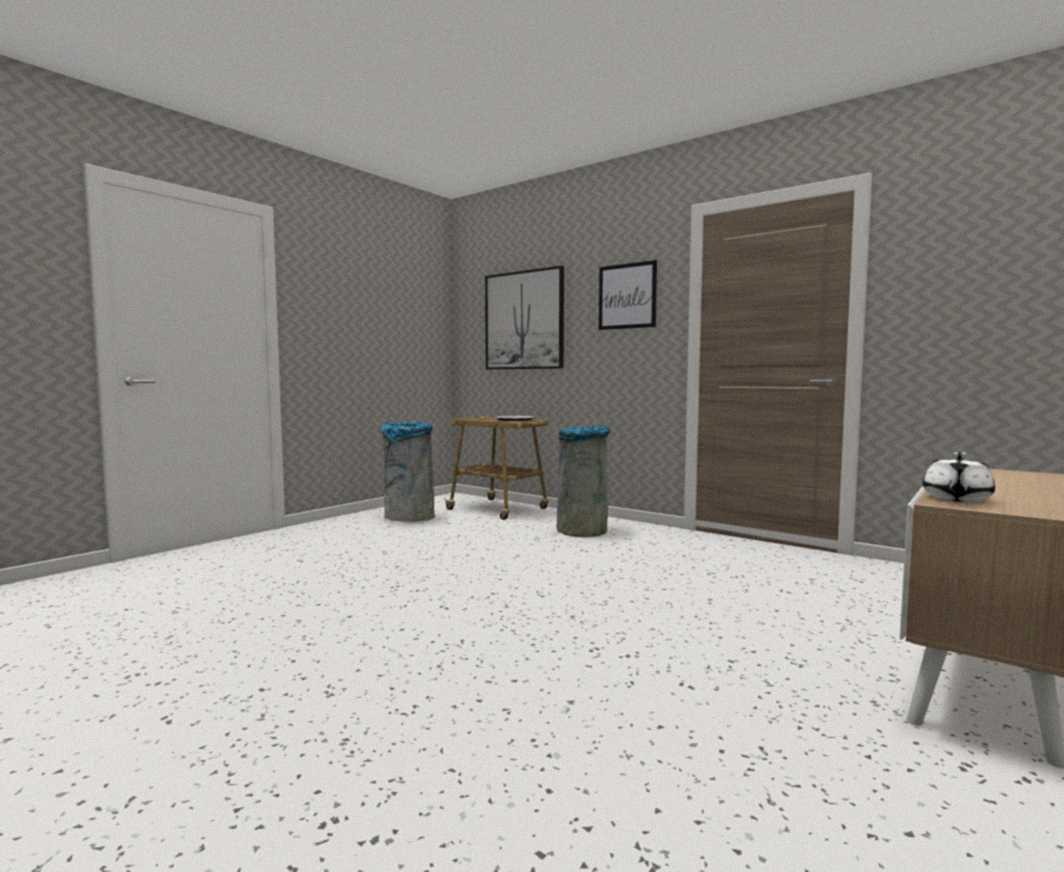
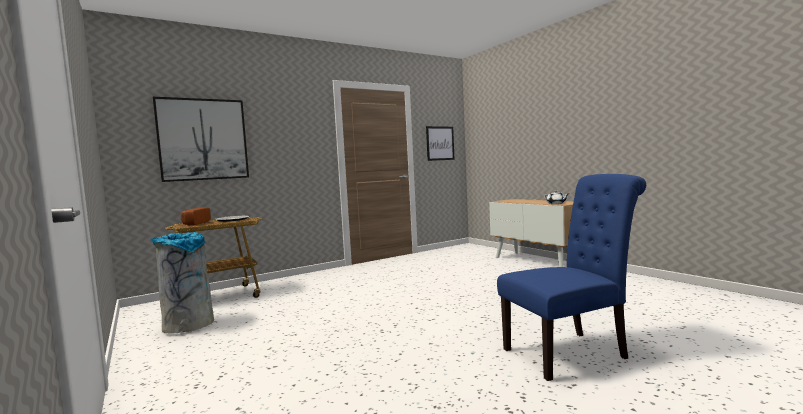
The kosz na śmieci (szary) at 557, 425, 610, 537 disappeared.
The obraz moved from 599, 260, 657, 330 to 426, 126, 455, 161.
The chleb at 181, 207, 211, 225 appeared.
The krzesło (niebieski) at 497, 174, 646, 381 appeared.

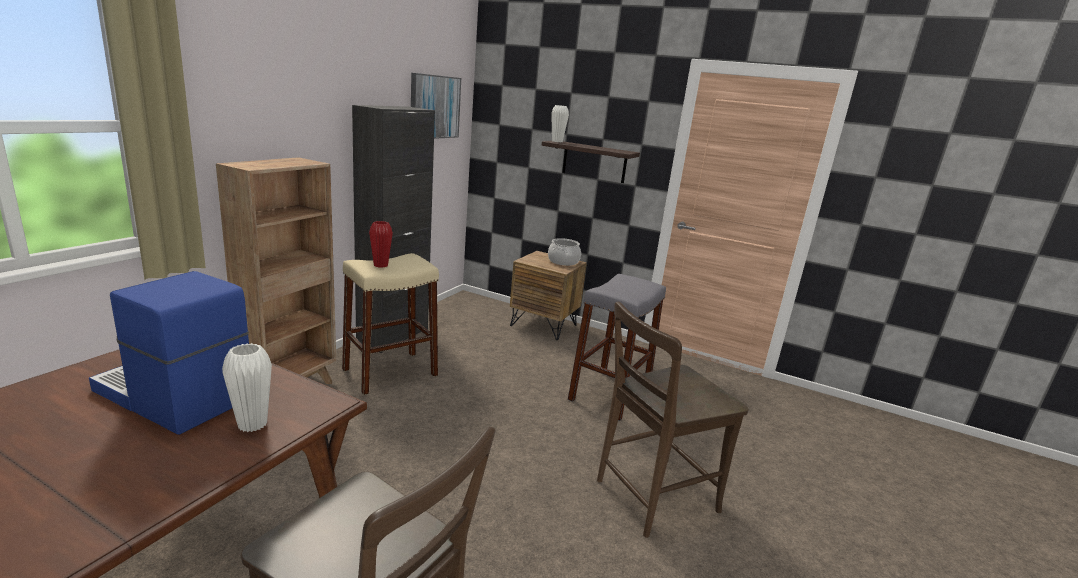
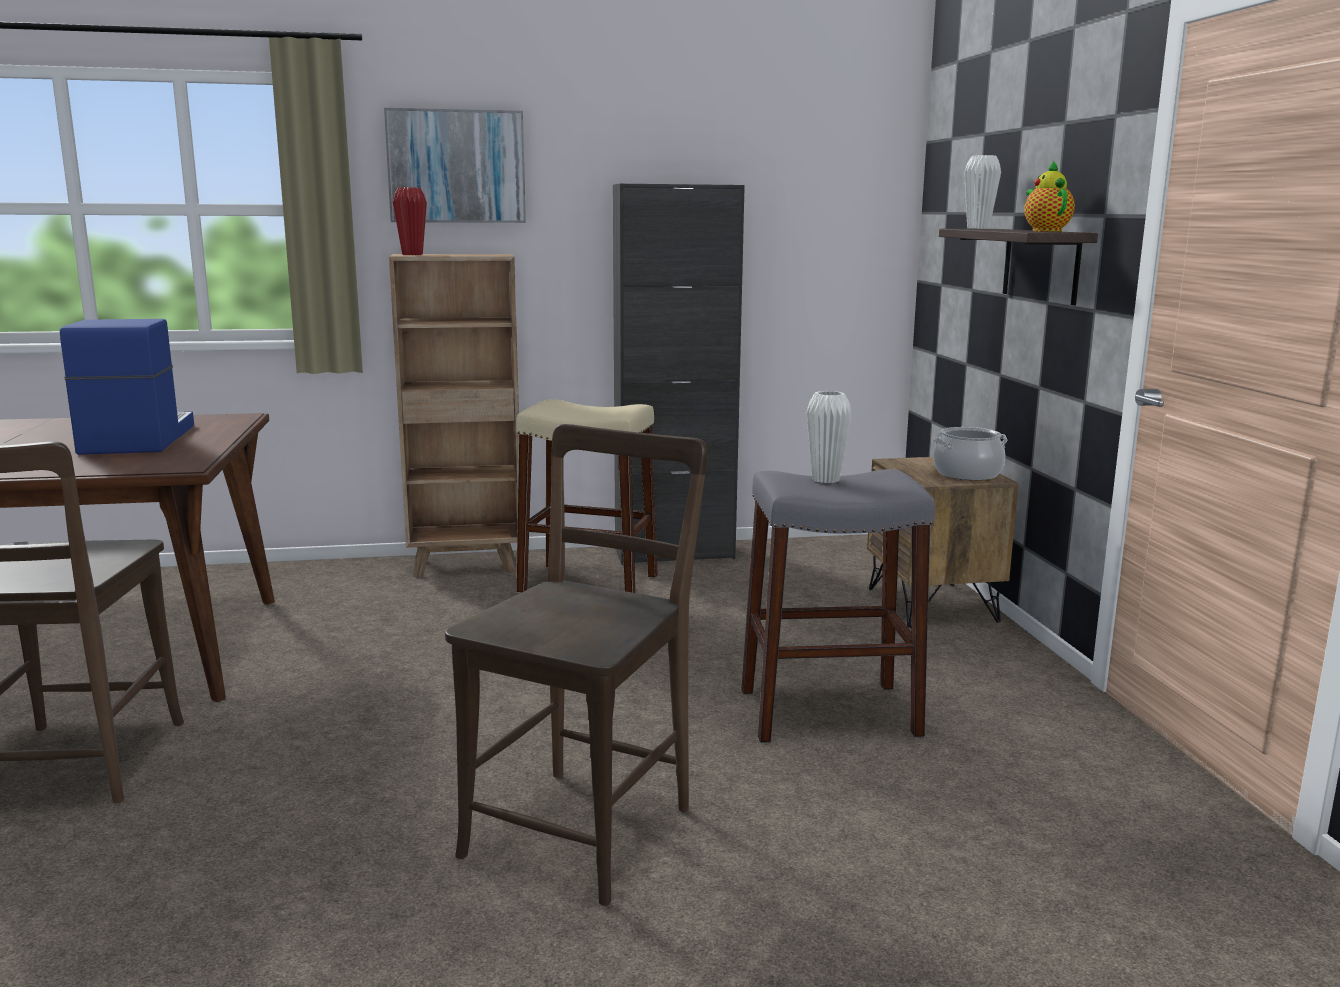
The wazon (biały) moved from 222, 343, 272, 432 to 807, 391, 852, 483.
The wazon (czerwony) moved from 369, 221, 393, 268 to 393, 187, 427, 255.
The obraz moved from 411, 73, 461, 139 to 384, 108, 526, 223.
The krzesło (brązowy) at 597, 302, 749, 538 turned 90 degrees clockwise.
The imbryk at 1024, 160, 1075, 232 appeared.

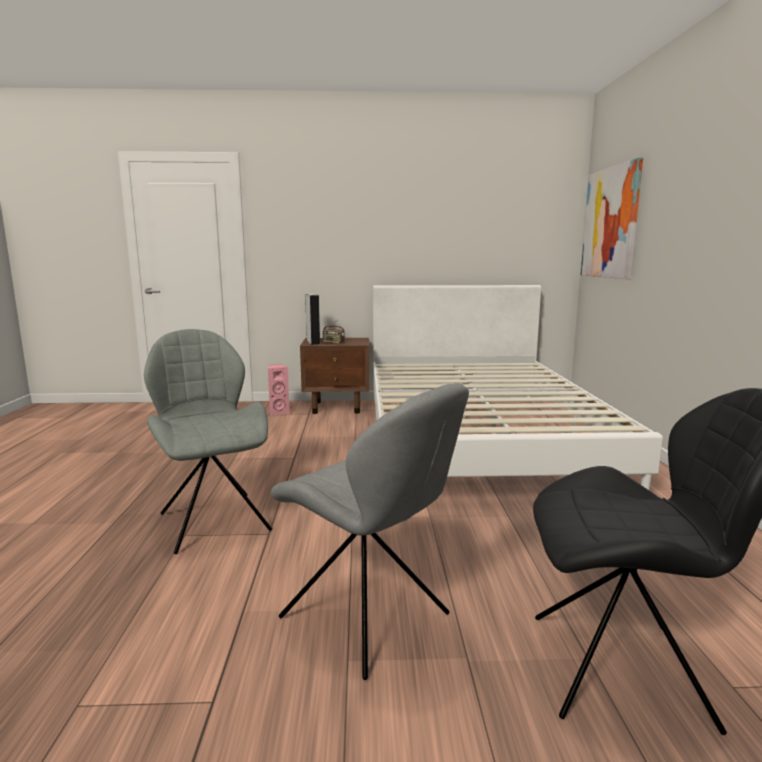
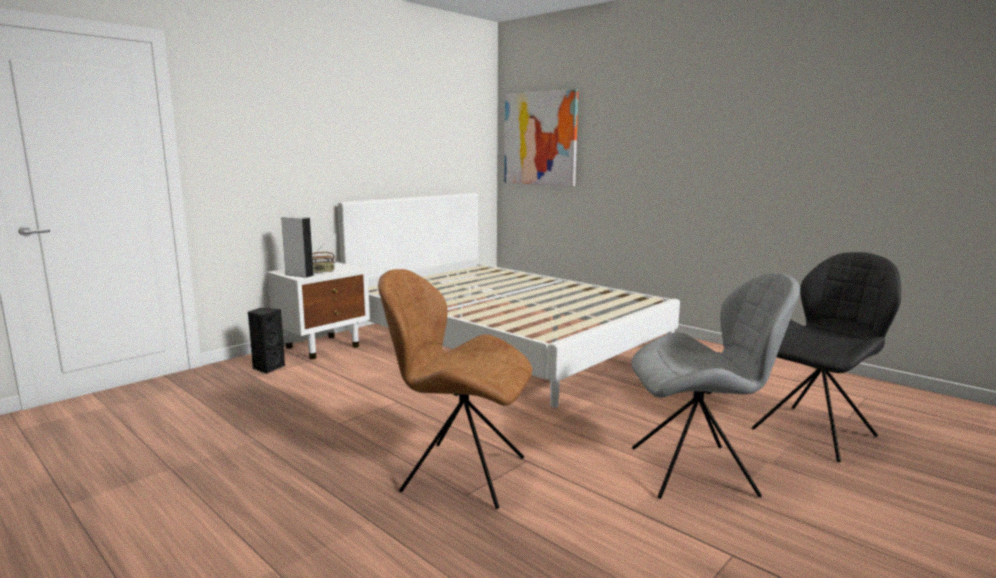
The krzesło (szary) at 144, 329, 272, 554 became the krzesło (brązowy) at 378, 269, 532, 509.
The głośnik (różowy) at 268, 364, 290, 415 became the głośnik (czarny) at 248, 308, 285, 374.
The szafka nocna (brązowy) at 300, 338, 369, 414 became the szafka nocna (biały) at 267, 262, 370, 359.

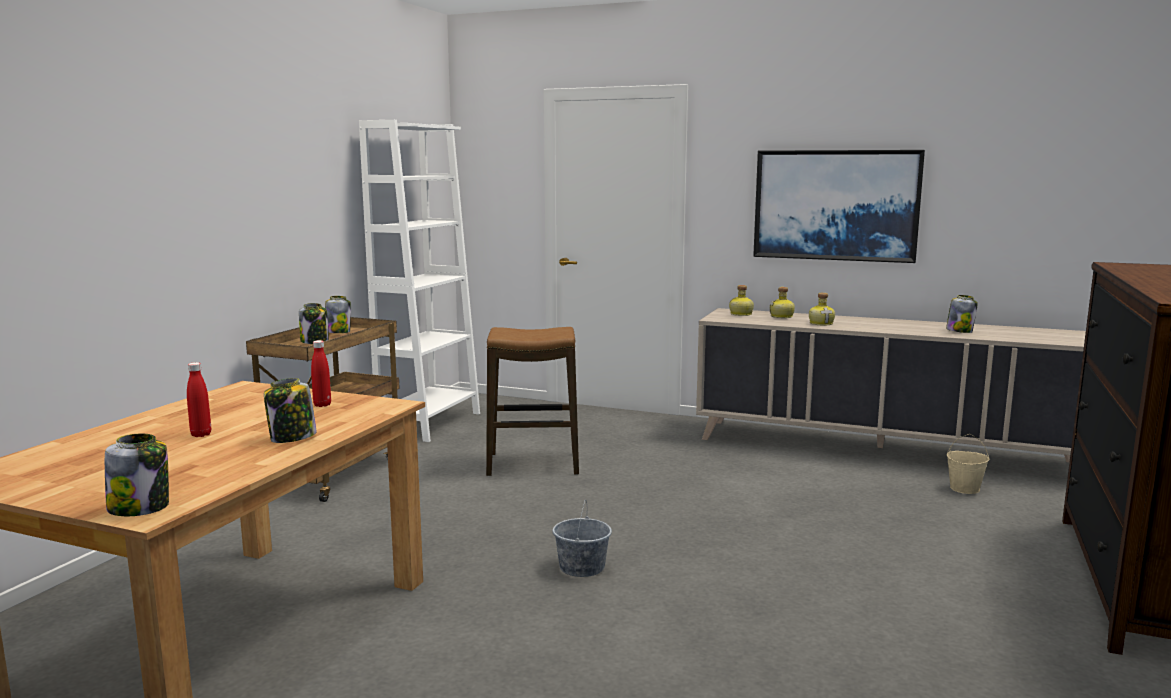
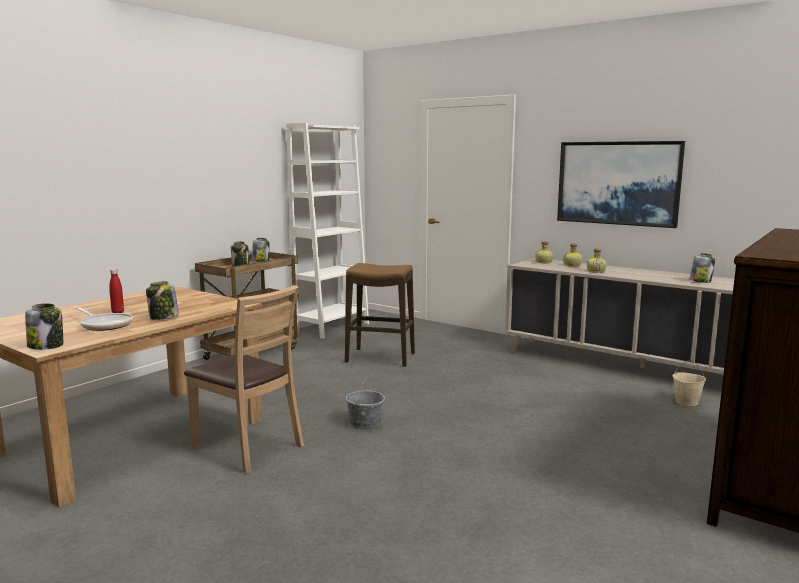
The butelka (czerwony) at 311, 340, 331, 407 disappeared.
The patelnia at 73, 306, 133, 331 appeared.
The krzesło (brązowy) at 184, 285, 304, 474 appeared.

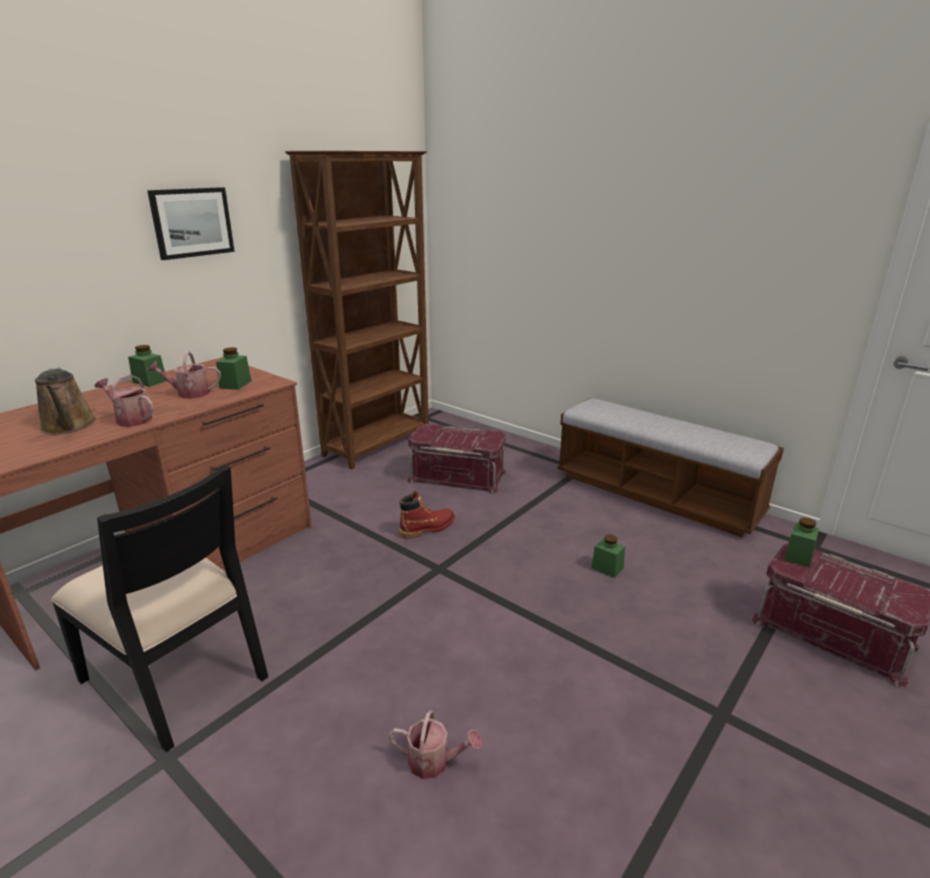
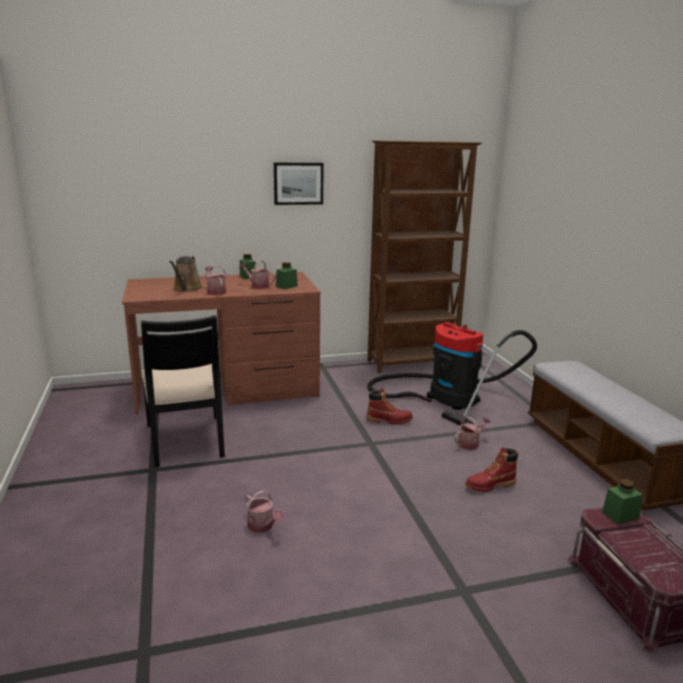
The pojemnik do przechowywania (czerwony) at 407, 424, 507, 494 was replaced by the odkurzacz at 367, 322, 537, 427.
The słoik (zielony) at 591, 534, 625, 578 was replaced by the but z cholewką (czerwony) at 465, 447, 518, 492.
The konewka at 455, 417, 490, 450 appeared.

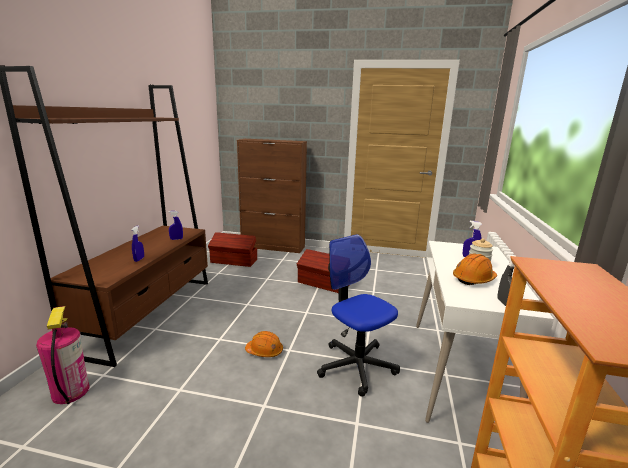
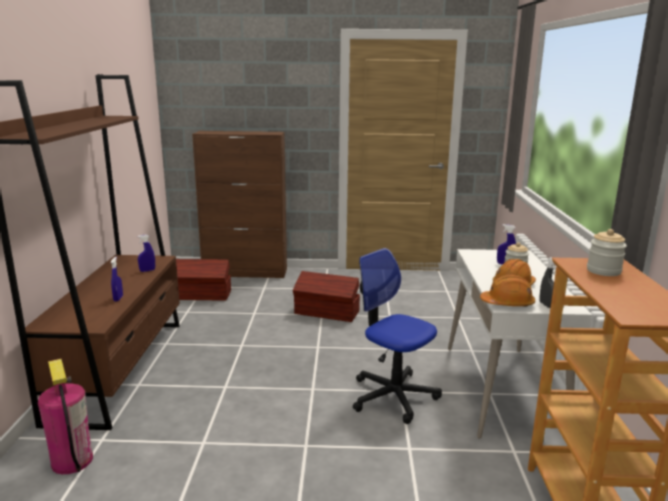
The kask (pomarańczowy) moved from 245, 331, 283, 357 to 480, 274, 535, 306.
The słoik at 587, 229, 627, 276 appeared.

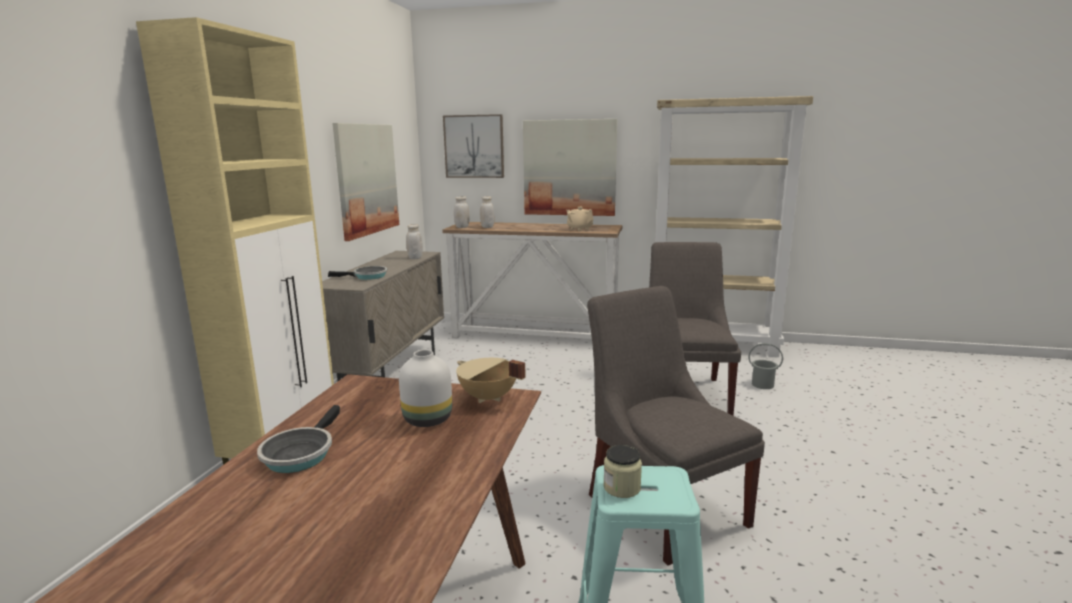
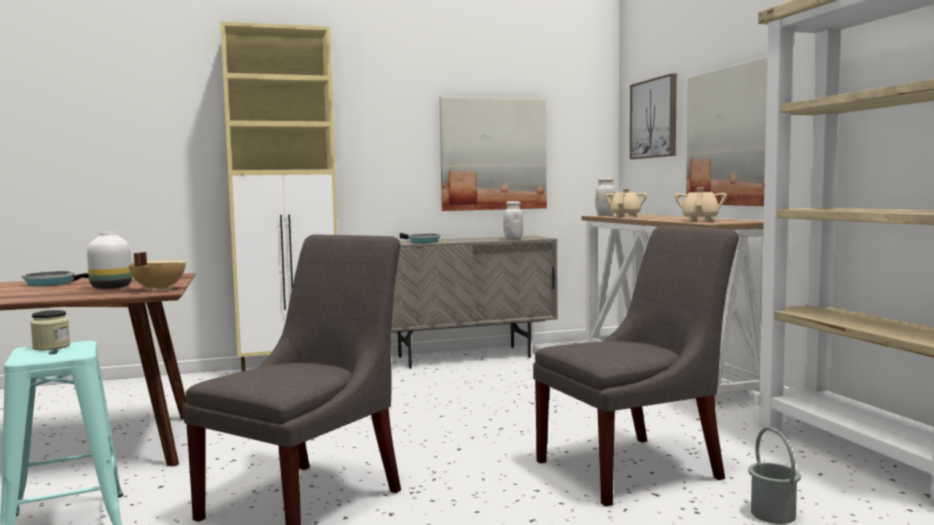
The słoik (biały) at 480, 196, 494, 228 was replaced by the imbryk (beżowy) at 605, 188, 647, 217.

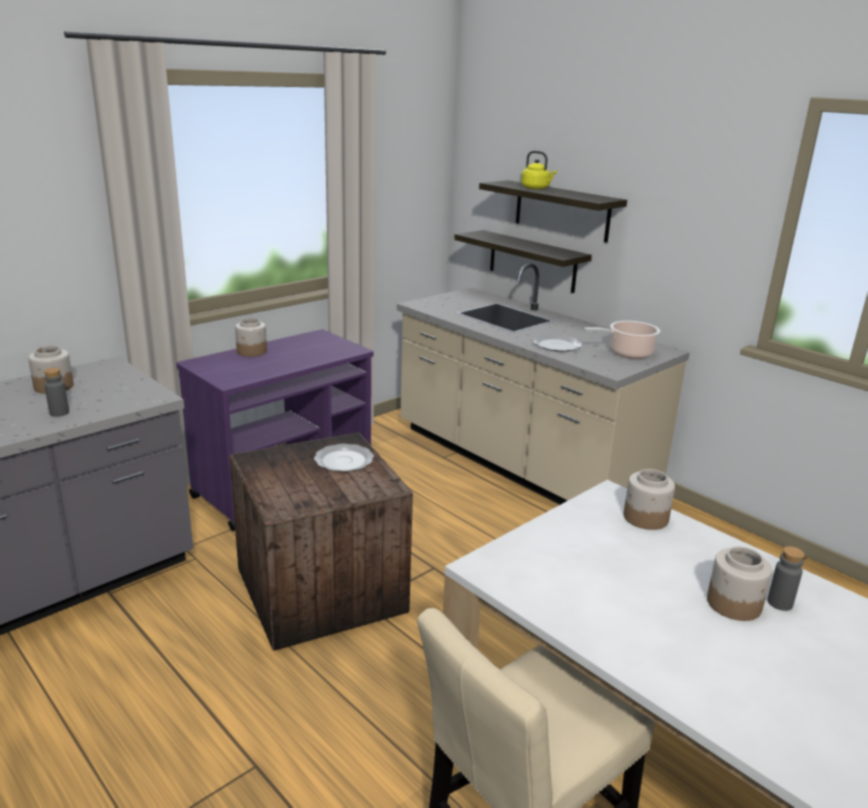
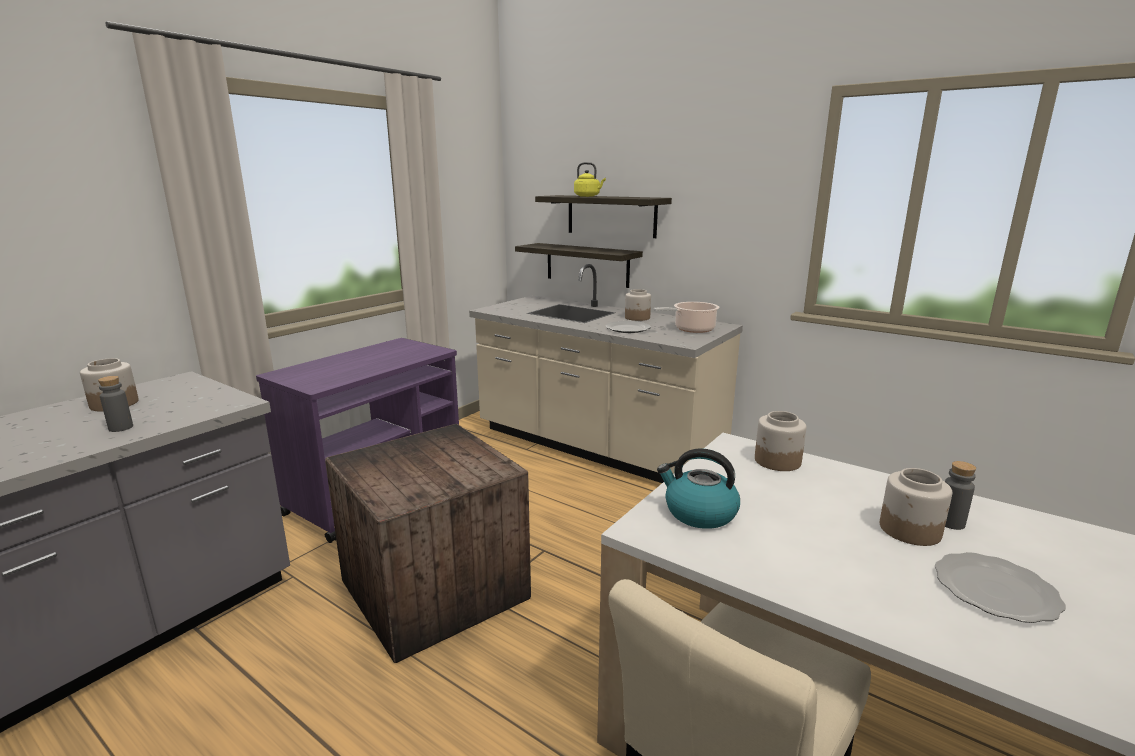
The słoik moved from 235, 318, 267, 357 to 625, 289, 651, 321.
The talerz moved from 314, 444, 374, 472 to 935, 552, 1066, 623.
The czajnik at 657, 448, 740, 529 appeared.

